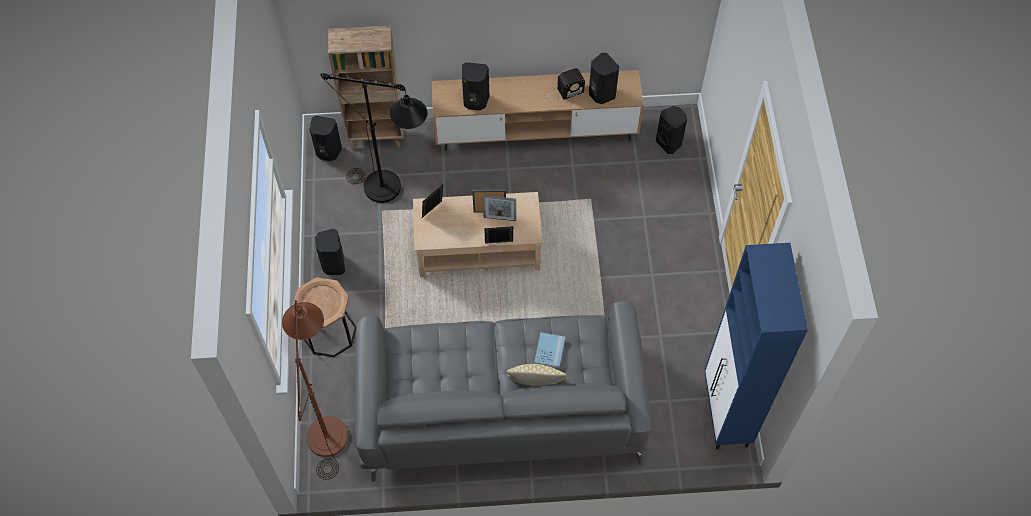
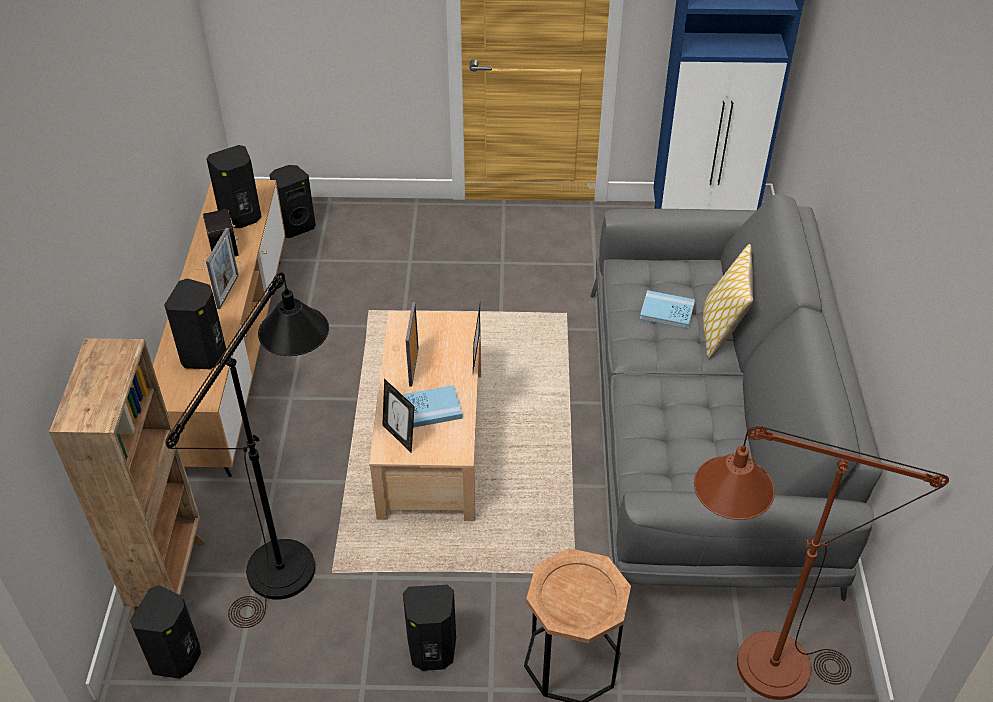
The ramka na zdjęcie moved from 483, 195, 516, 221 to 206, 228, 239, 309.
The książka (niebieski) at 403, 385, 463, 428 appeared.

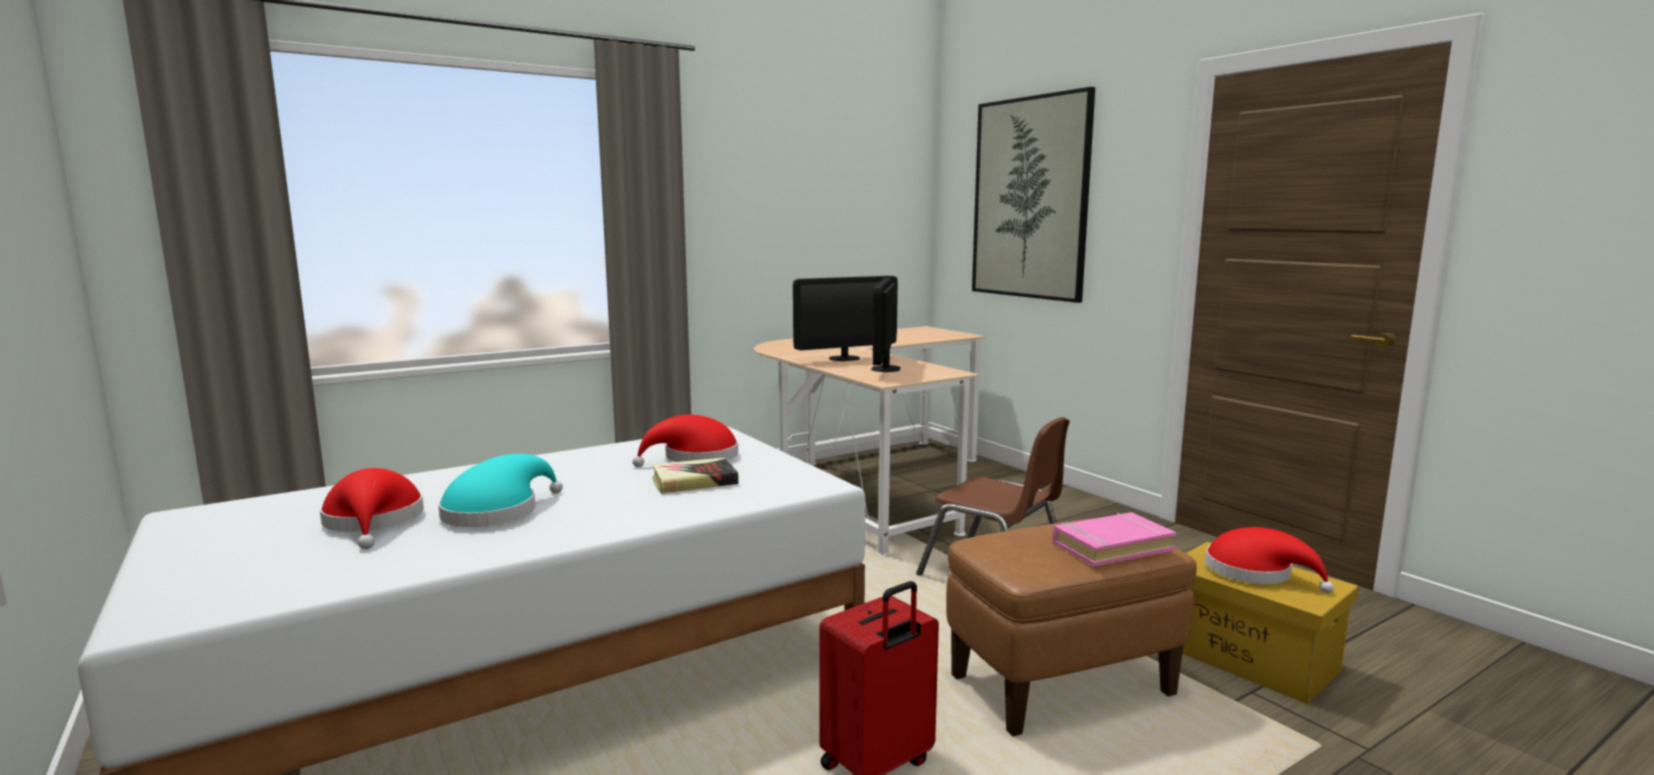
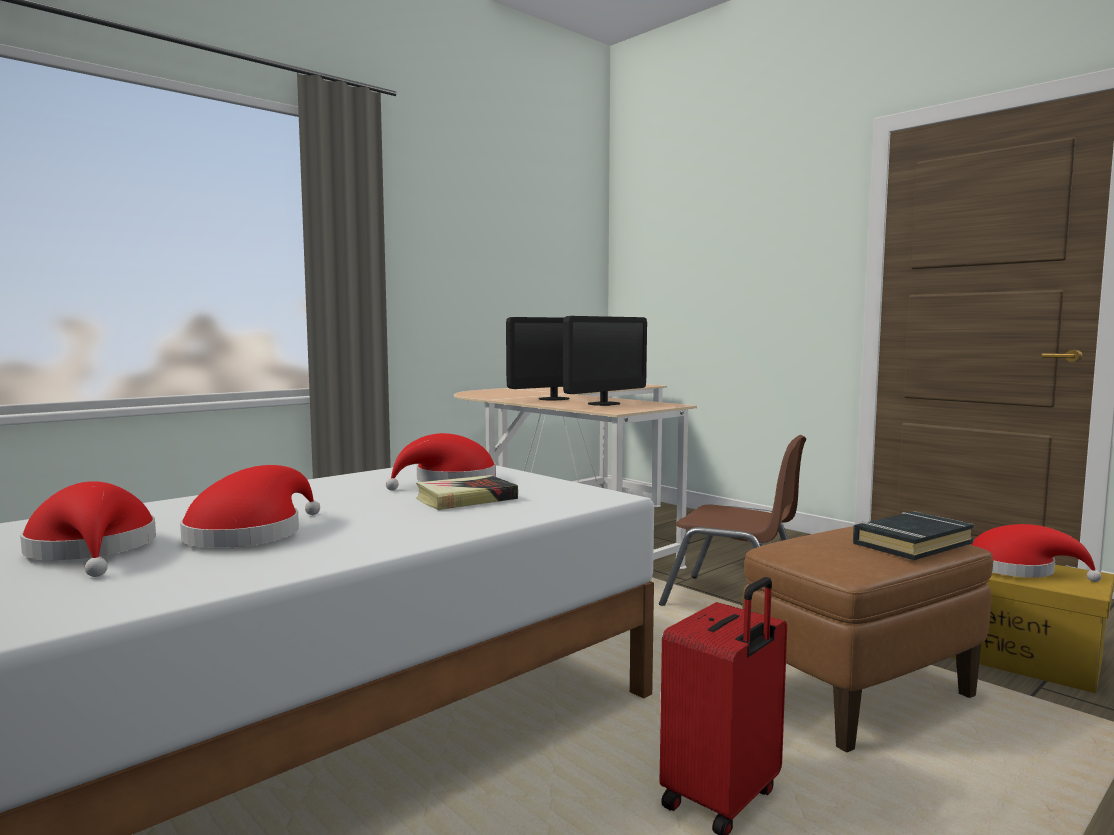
The kapelusz (turkusowy) at 438, 454, 563, 527 became the kapelusz (czerwony) at 180, 465, 320, 548.
The monitor at 871, 278, 901, 372 turned 135 degrees counterclockwise.
The obraz at 972, 87, 1095, 303 disappeared.
The książka (różowy) at 1052, 512, 1176, 567 became the książka (czarny) at 853, 511, 975, 560.

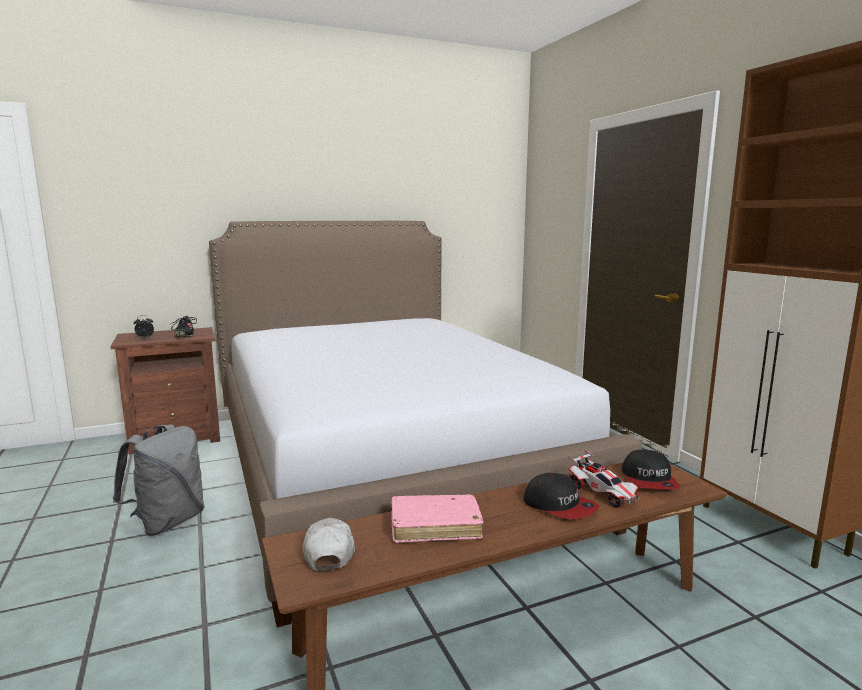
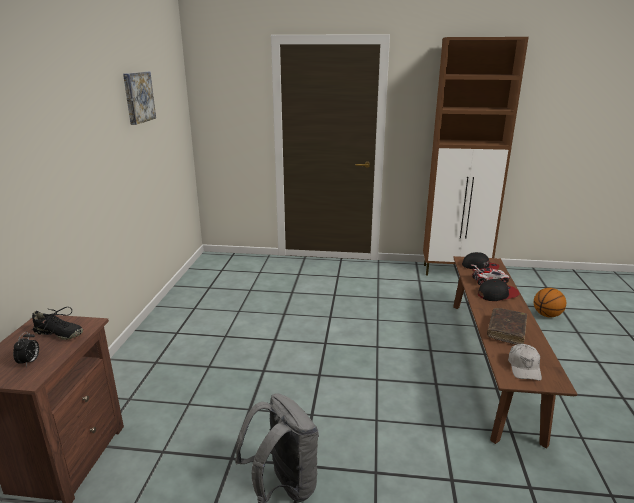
The łóżko at 209, 221, 642, 628 disappeared.
The czapka z daszkiem (biały) at 302, 518, 355, 571 turned 105 degrees counterclockwise.
The książka (różowy) at 391, 494, 484, 543 became the książka (brązowy) at 487, 308, 527, 345.
The obraz at 123, 72, 156, 125 appeared.
The piłka do koszykówki at 534, 288, 566, 317 appeared.

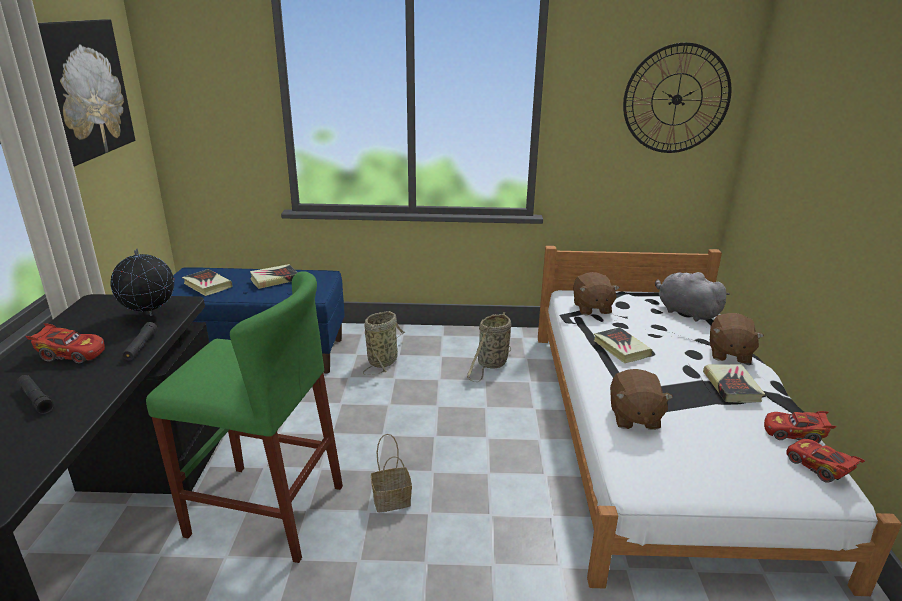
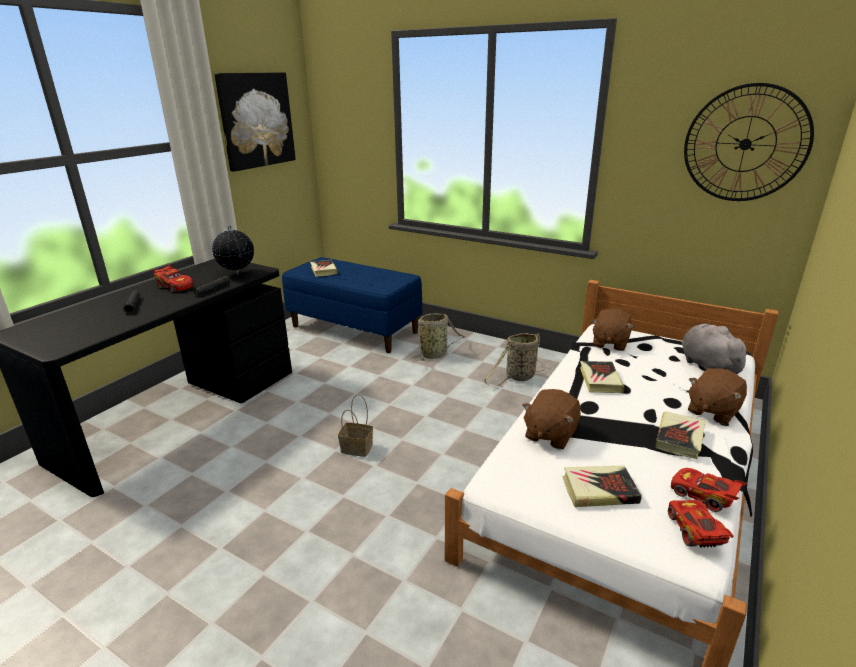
The stołek (zielony) at 146, 271, 343, 563 disappeared.
The książka moved from 249, 264, 298, 289 to 563, 466, 642, 507.

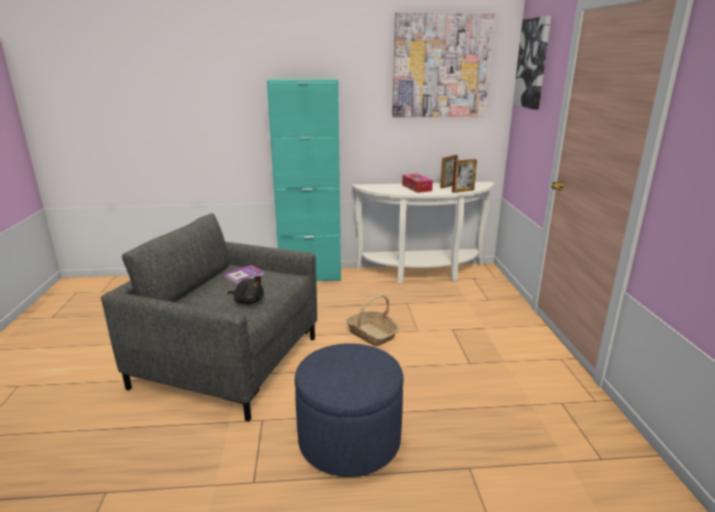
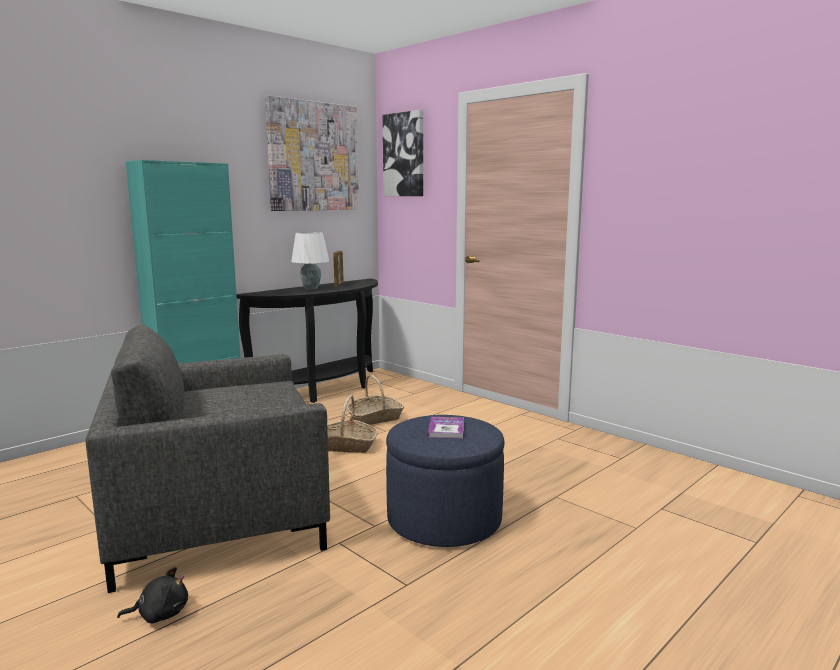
The książka moved from 223, 265, 264, 284 to 428, 417, 464, 438.
The pluszak (czarny) moved from 228, 276, 264, 304 to 117, 567, 188, 624.
The stolik konsolowy (biały) at 352, 182, 494, 284 became the stolik konsolowy (czarny) at 236, 278, 378, 403.
The pudełko chusteczek at 402, 173, 433, 193 was replaced by the lampa stołowa (biały) at 291, 232, 329, 290.
The ramka na zdjęcie at 452, 159, 477, 193 disappeared.
The koszyk at 346, 374, 404, 425 appeared.

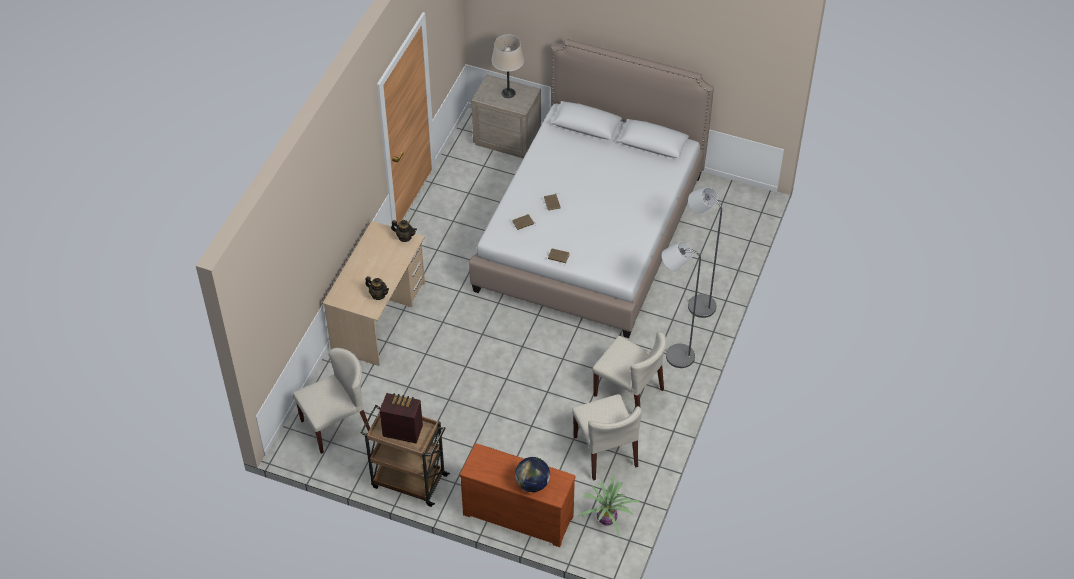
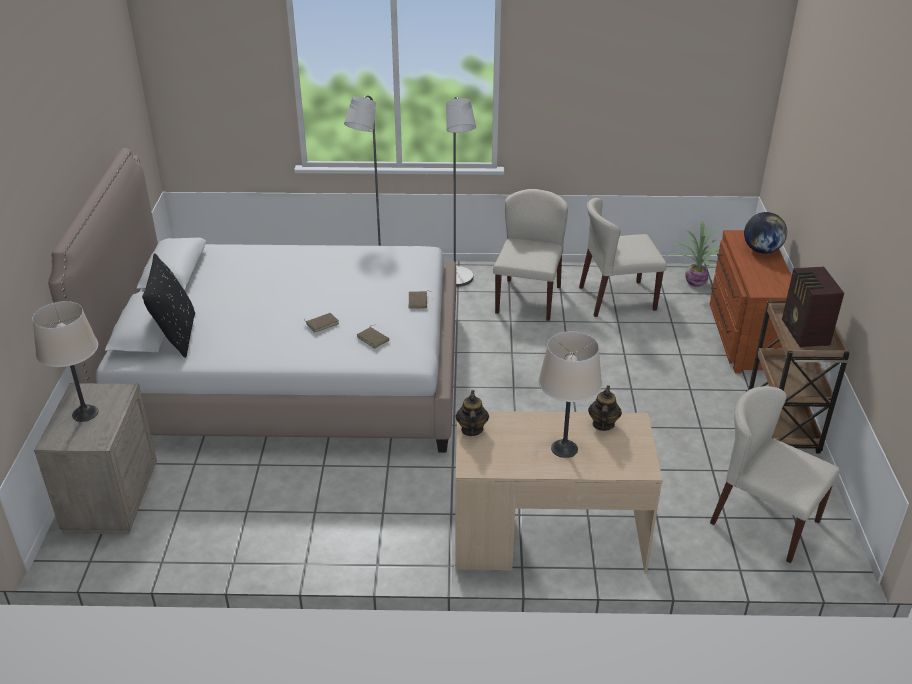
The krzesło (beżowy) at 572, 394, 641, 481 turned 150 degrees counterclockwise.
The poduszka (czarny) at 142, 253, 195, 358 appeared.
The lampa stołowa (beżowy) at 538, 331, 602, 458 appeared.

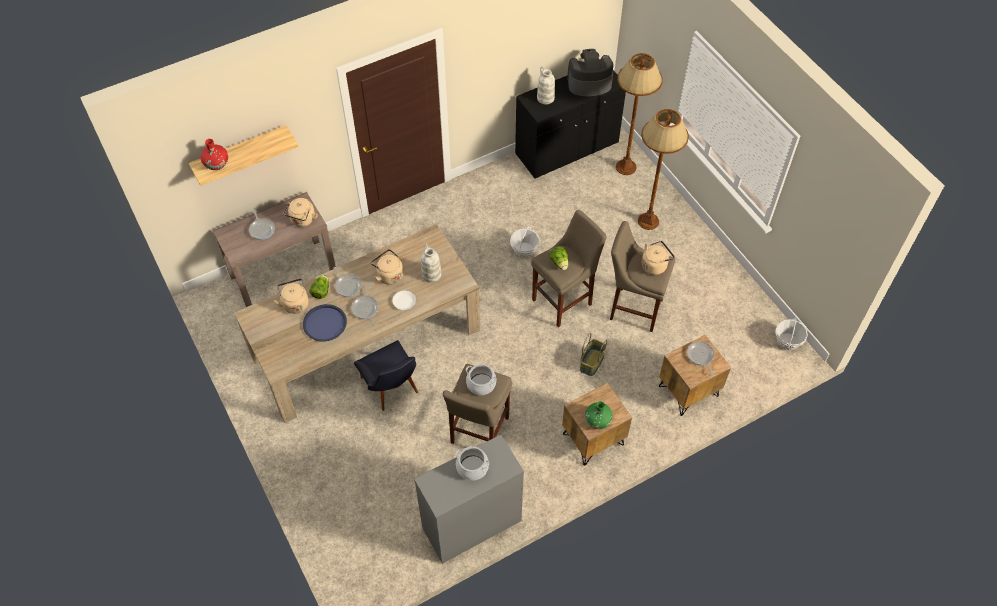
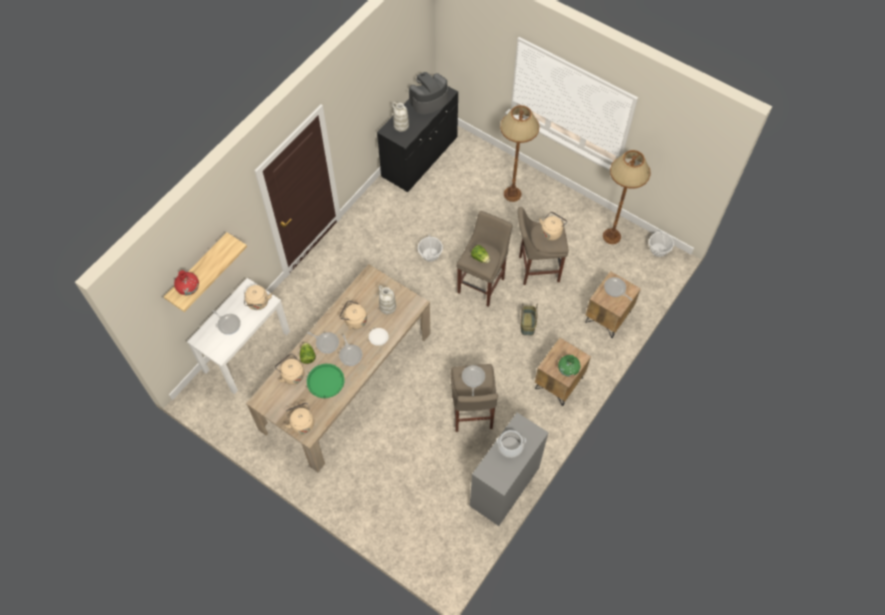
The stolik konsolowy (brązowy) at 213, 192, 336, 307 became the stolik konsolowy (biały) at 187, 278, 290, 394.
The taca (niebieski) at 303, 304, 347, 342 became the taca (zielony) at 307, 364, 344, 398.
The krzesło (czarny) at 354, 340, 418, 411 disappeared.
The garnek at 466, 364, 497, 395 was replaced by the patelnia at 462, 365, 485, 396.
The lampa stojąca (brązowy) moved from 616, 53, 663, 175 to 603, 150, 651, 244.
The czajnik (beżowy) at 285, 403, 314, 434 appeared.

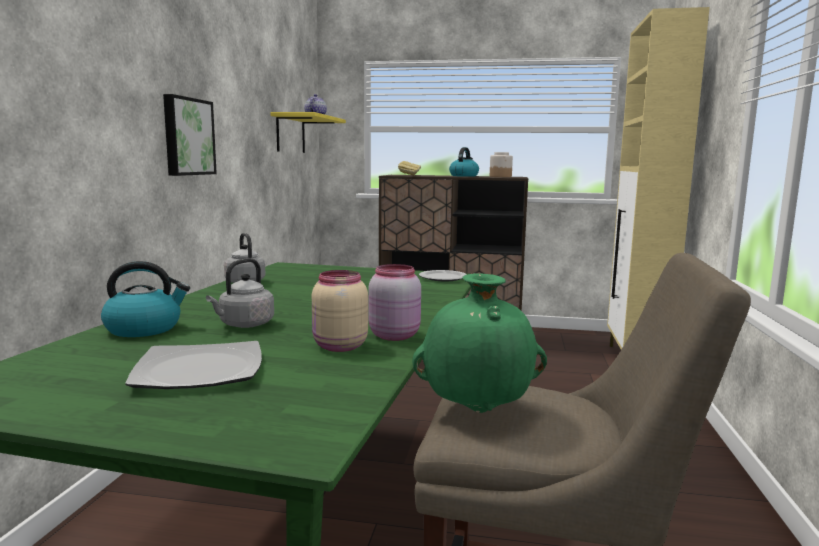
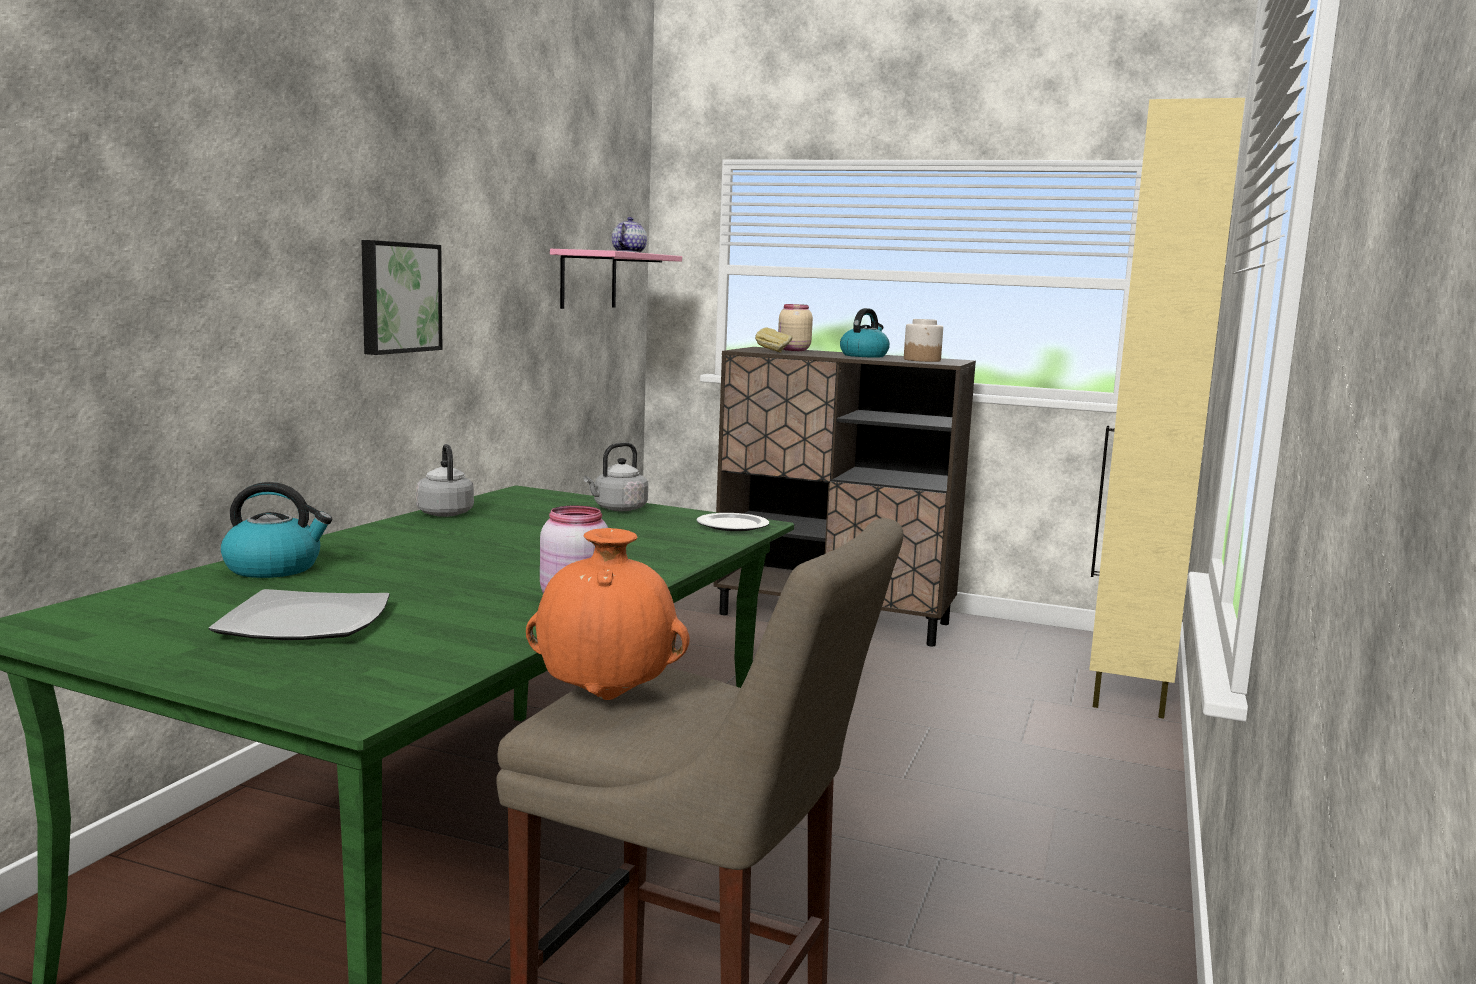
The czajnik (szary) moved from 206, 258, 274, 328 to 583, 442, 648, 511.
The półka (żółty) at 270, 112, 346, 153 became the półka (różowy) at 550, 249, 682, 309.
The słoik (beżowy) moved from 312, 270, 368, 352 to 778, 304, 813, 351.
The wazon (zielony) at 412, 273, 547, 413 became the wazon (pomarańczowy) at 526, 528, 690, 700.

